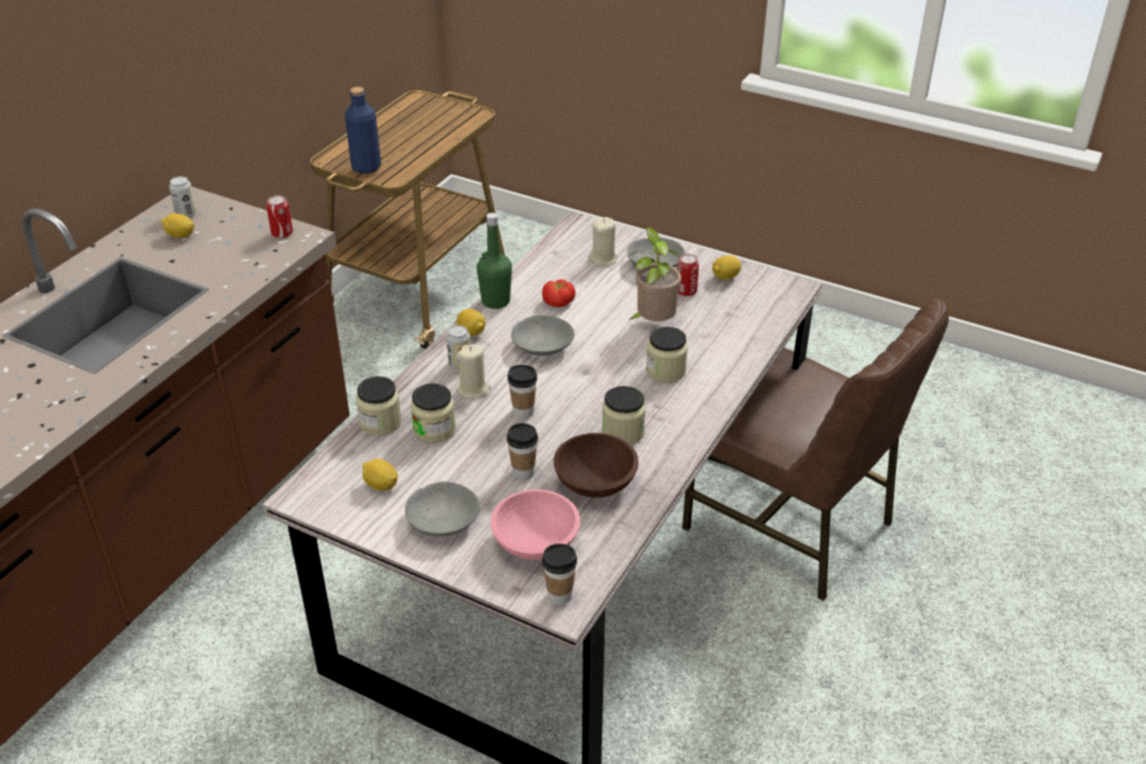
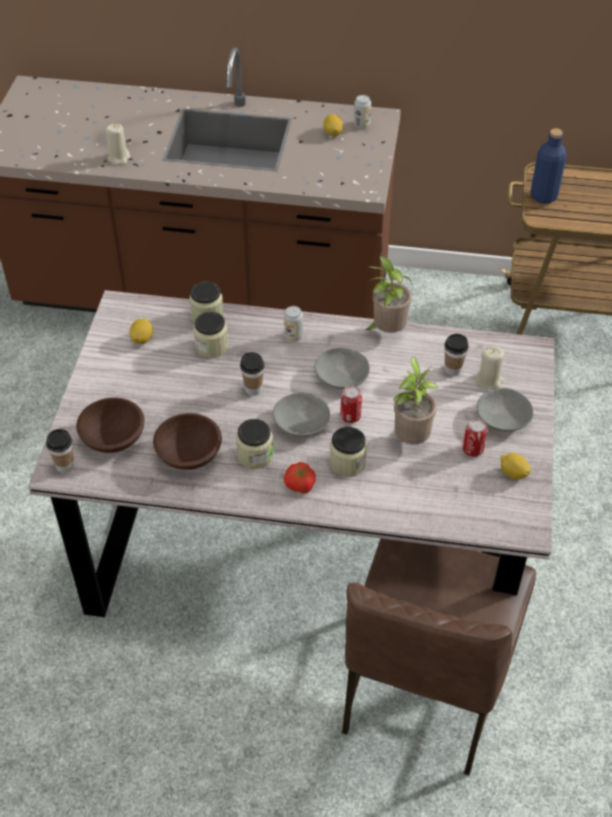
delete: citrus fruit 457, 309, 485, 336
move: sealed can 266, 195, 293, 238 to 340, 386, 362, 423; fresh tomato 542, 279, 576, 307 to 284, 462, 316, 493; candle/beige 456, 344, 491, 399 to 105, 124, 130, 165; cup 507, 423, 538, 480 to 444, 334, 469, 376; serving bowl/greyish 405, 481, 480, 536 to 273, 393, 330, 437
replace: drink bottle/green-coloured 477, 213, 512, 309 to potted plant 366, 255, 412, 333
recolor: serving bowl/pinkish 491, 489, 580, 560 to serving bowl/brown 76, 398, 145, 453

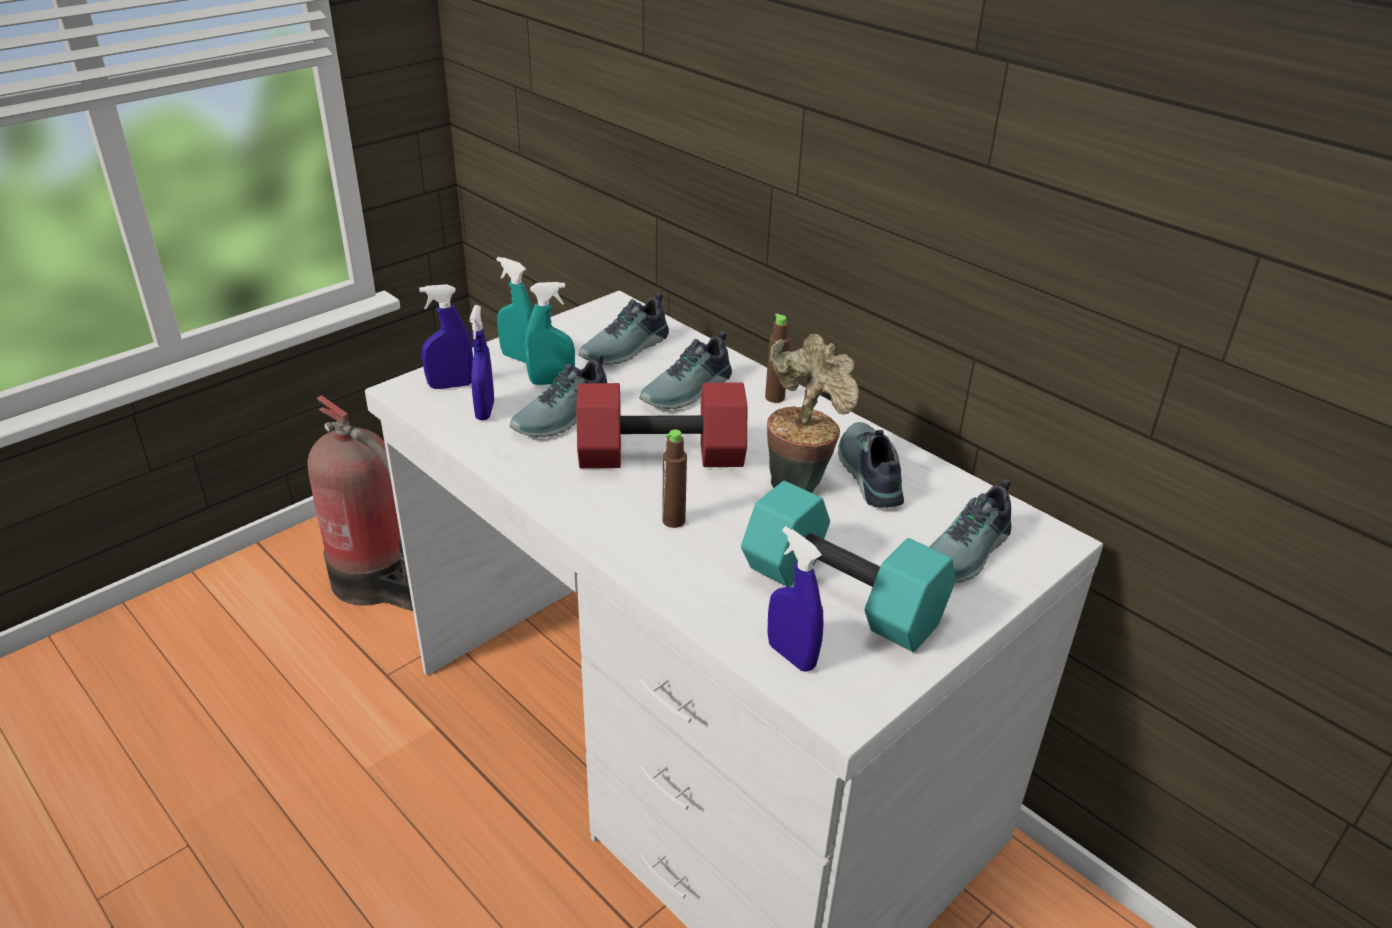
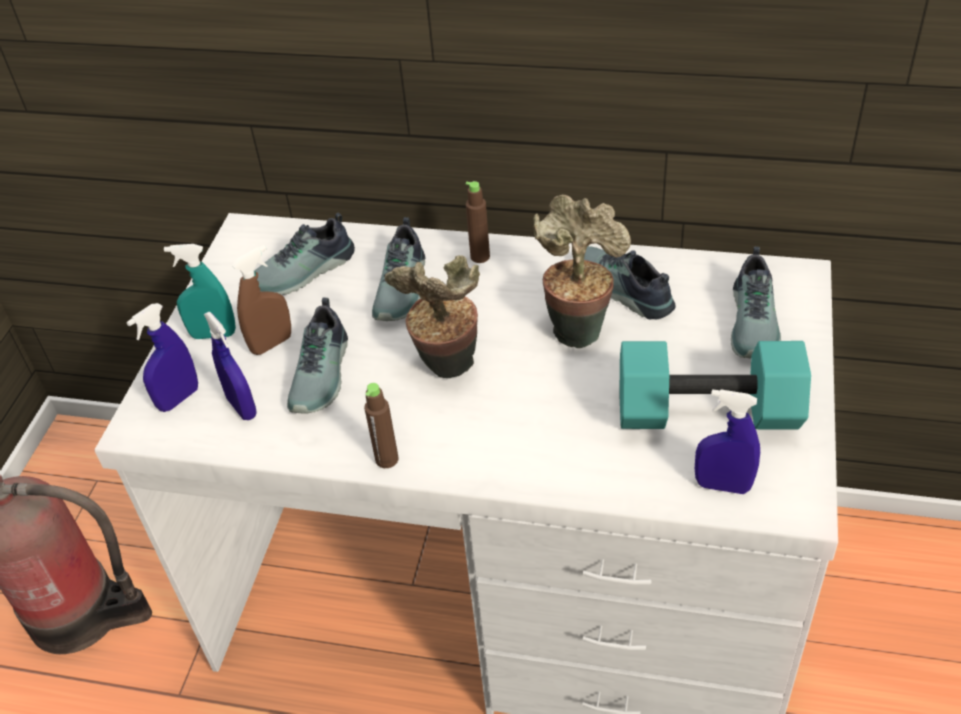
move: drink bottle/brown 662, 430, 687, 528 to 364, 383, 399, 468
replace: free weight/red-coloured 576, 383, 747, 468 to potted plant 385, 255, 480, 378
recolor: sprayer/blue-green 525, 282, 575, 385 to sprayer/brown 232, 245, 291, 355
rotate: item of footwear 579, 293, 669, 365 = 254, 213, 355, 295 45 degrees clockwise

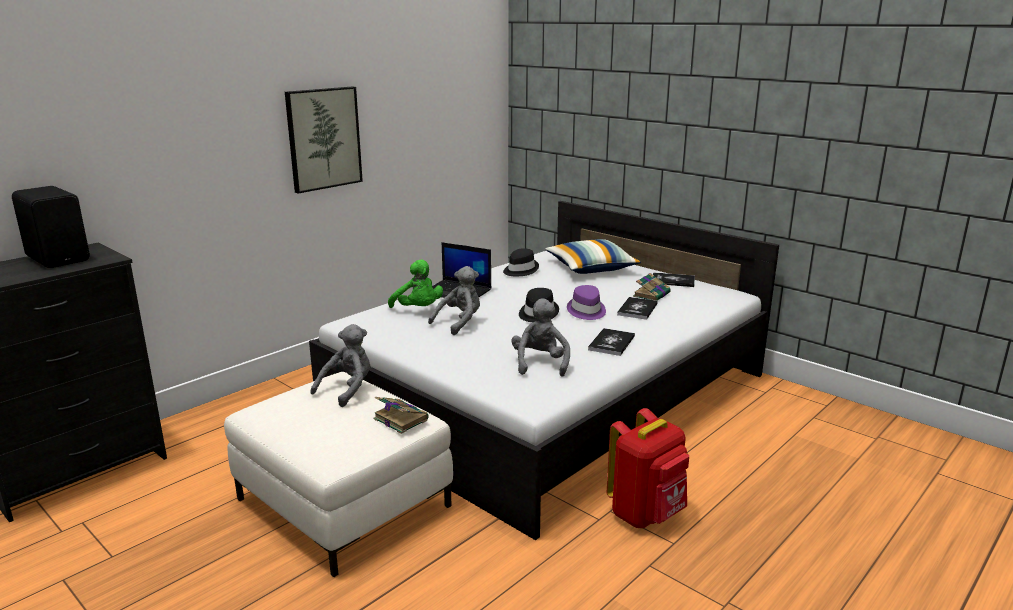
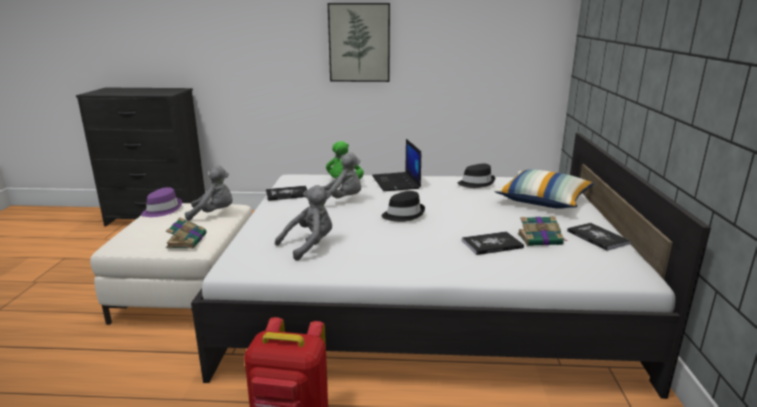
delete: loudspeaker/black 12, 186, 90, 268
move: hat/purple 567, 285, 606, 320 to 141, 187, 182, 217; book 588, 328, 635, 356 to 266, 186, 308, 201

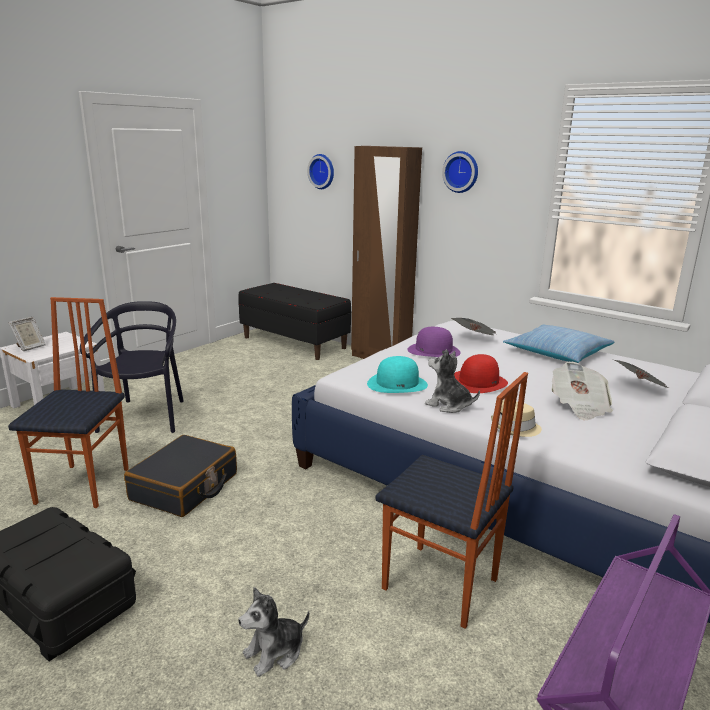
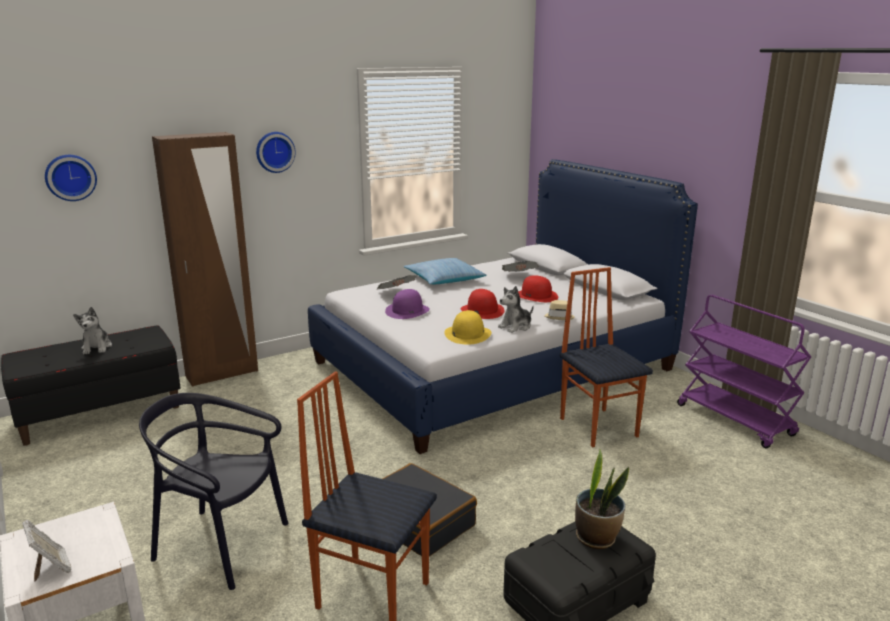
insert: potted plant 575, 450, 629, 549
move: cuddly toy 239, 587, 309, 677 to 73, 307, 112, 354
replace: printed paper 551, 362, 613, 420 to hat/red-coloured 518, 275, 558, 302
recolor: hat/blue-green 367, 356, 428, 393 to hat/yellowish 444, 310, 492, 344
rotate: upright chair 376, 372, 528, 629 = 560, 267, 653, 447 75 degrees counterclockwise

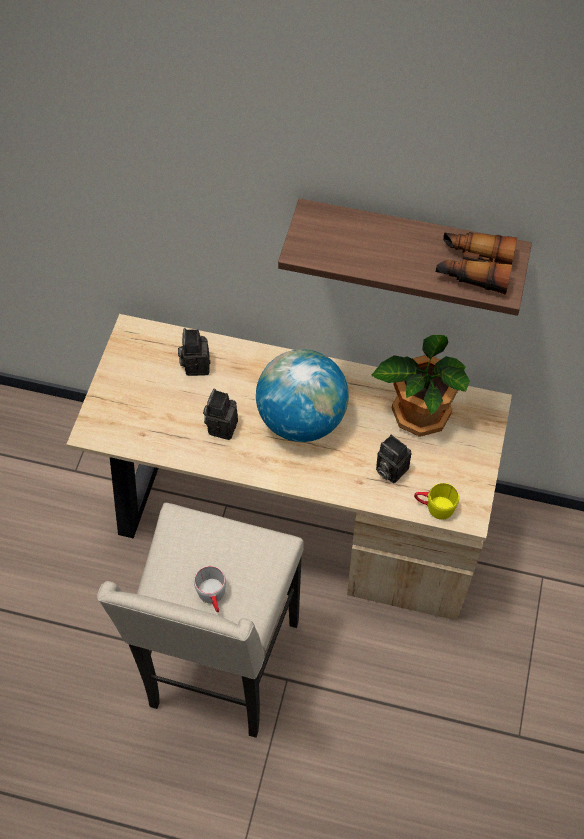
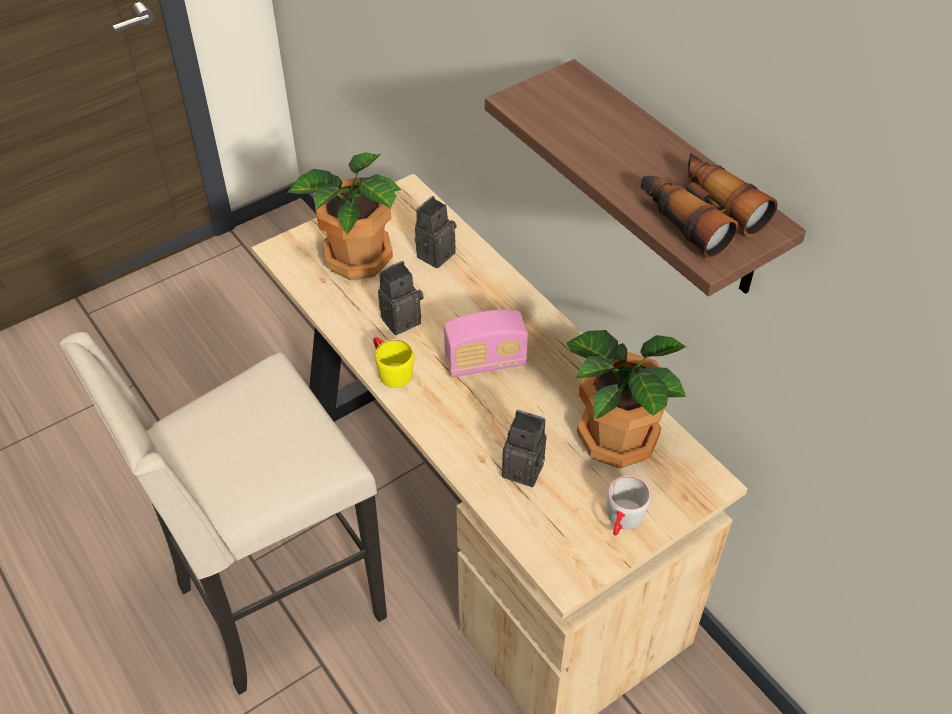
insert: potted plant 287, 152, 402, 280
move: coffee mug/yellowish 414, 483, 459, 520 to 373, 337, 414, 388; coffee mug/greyish 194, 566, 226, 612 to 607, 476, 651, 536
replace: desk globe 256, 349, 349, 442 to radio 444, 310, 528, 377
rotate: photo camera 376, 434, 411, 483 = 502, 410, 547, 487 120 degrees clockwise

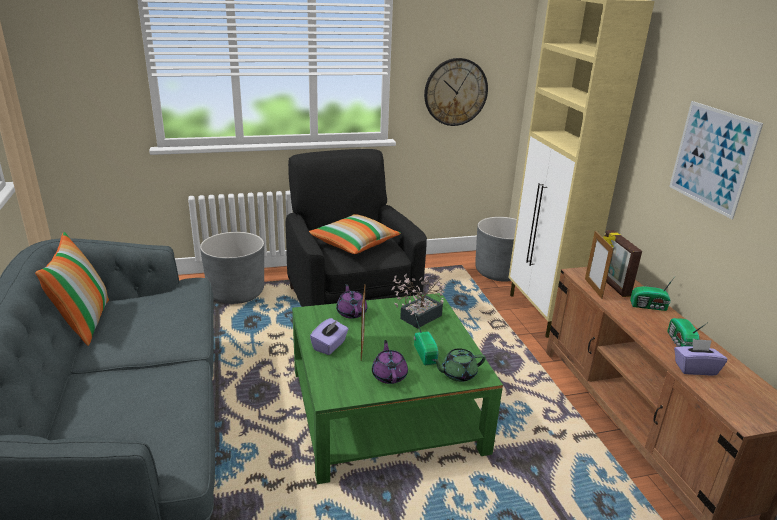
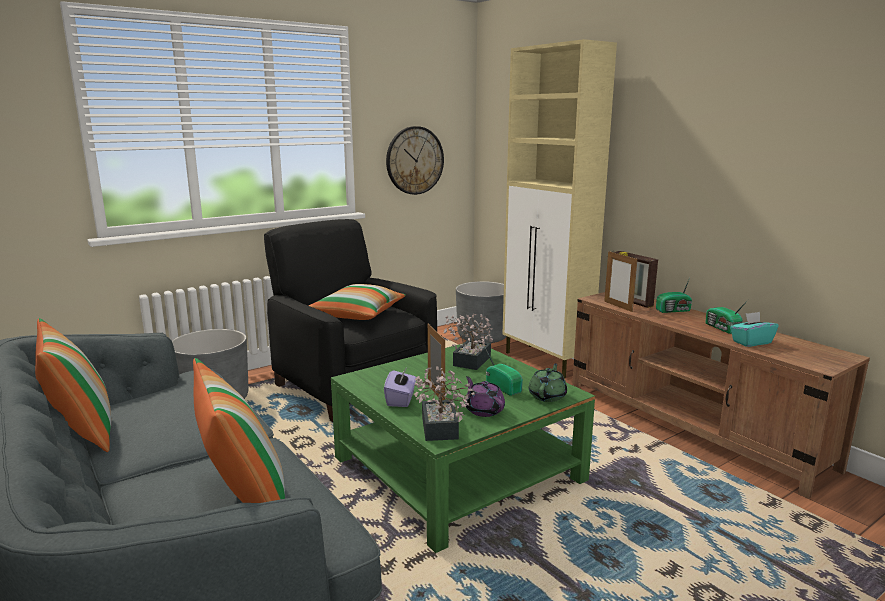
delete: picture 669, 101, 763, 220; tea pot/purple 336, 284, 367, 319
insert: pillow 193, 358, 285, 503; potted plant 413, 366, 475, 441
recolor: box of tissues/purple 674, 339, 728, 375 to box of tissues/blue-green 730, 312, 779, 347
rotate: tea pot/green-coloured 432, 348, 486, 382 = 529, 363, 567, 402 150 degrees clockwise

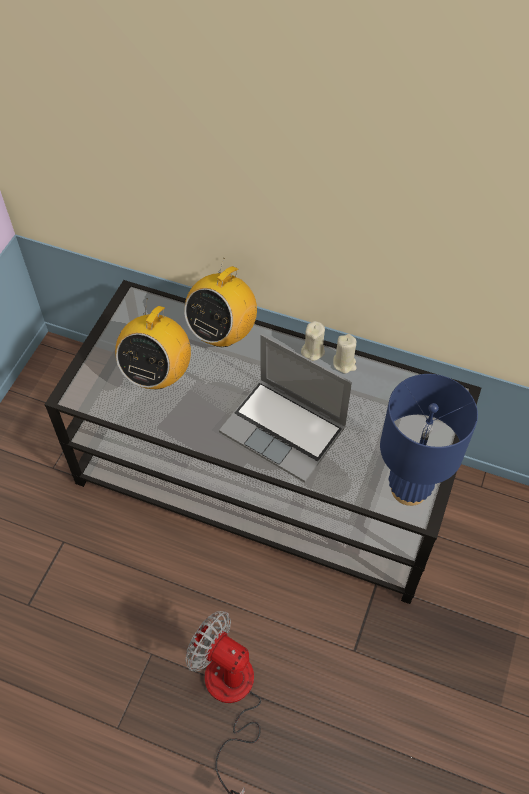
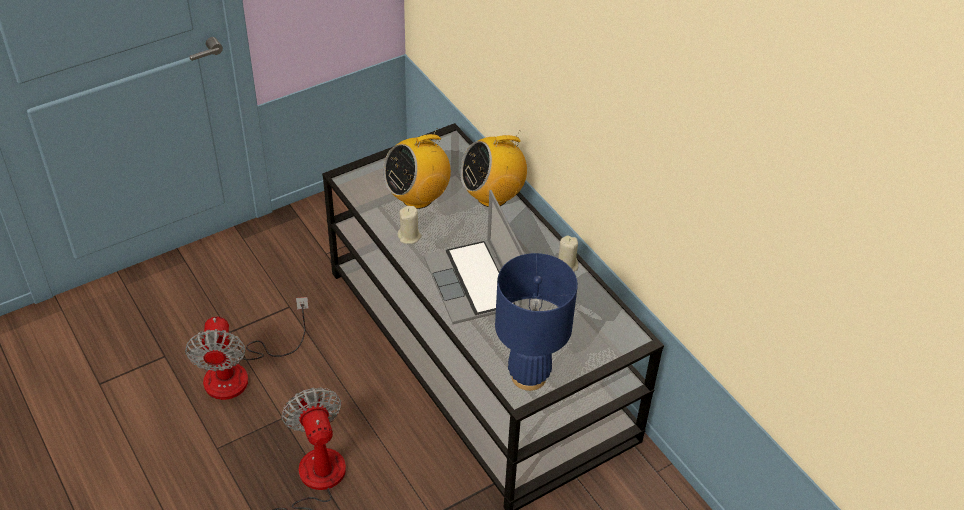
insert: cooling fan 185, 297, 309, 400
move: candle/beige 301, 321, 325, 361 to 398, 206, 422, 244

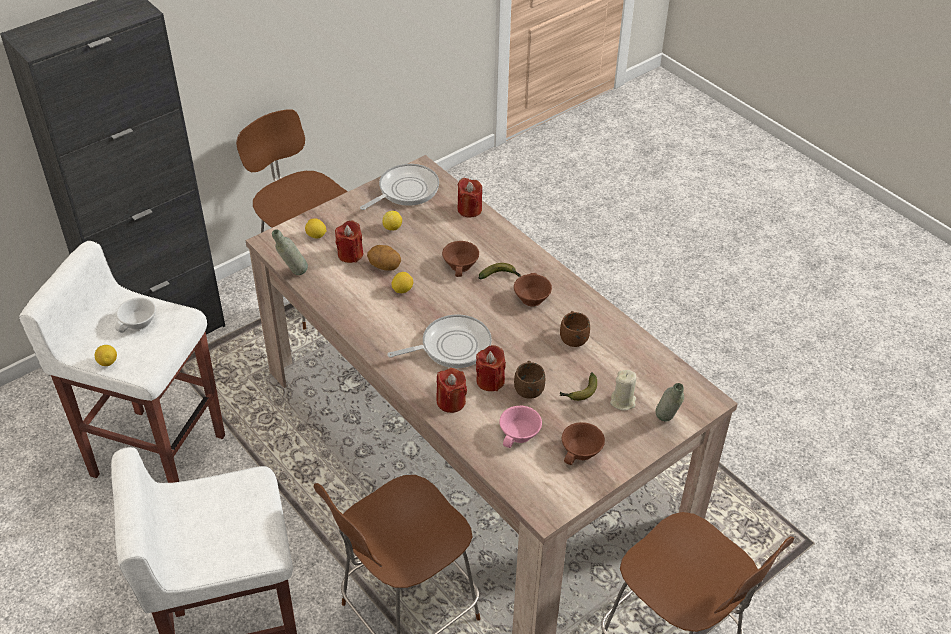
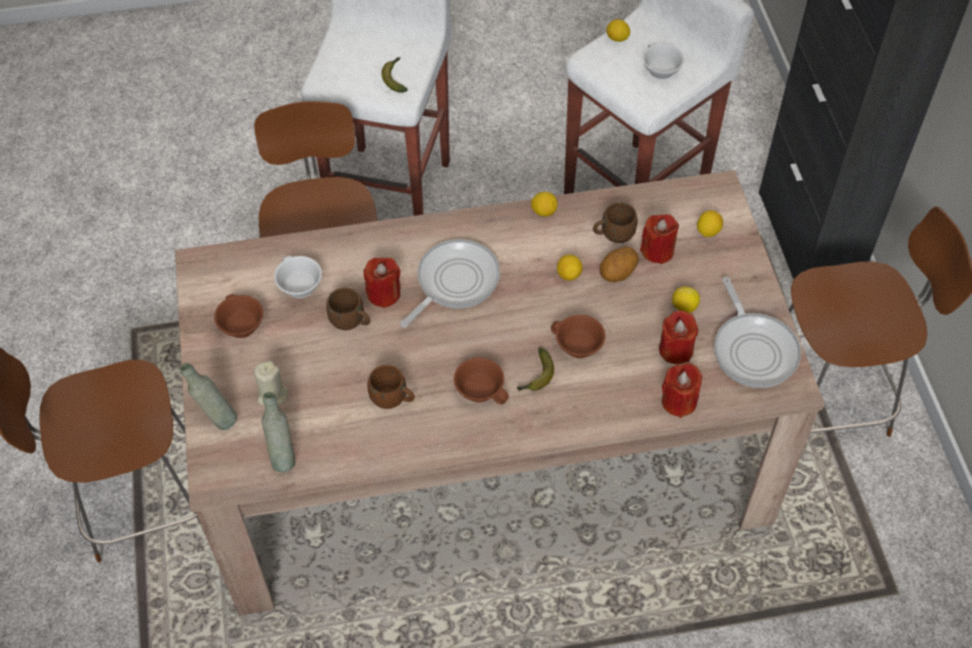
insert: citrus fruit 531, 192, 557, 217; coffee mug/brown 593, 202, 637, 243
move: drink bottle/greyish 272, 229, 308, 275 to 262, 392, 295, 472; candle/red-coloured 436, 368, 467, 413 to 659, 310, 698, 364; banana fruit 560, 372, 597, 401 to 381, 57, 408, 93
recolor: cup/pinkish 499, 406, 542, 448 to cup/white 274, 256, 322, 298
rotate: skillet 387, 314, 492, 368 = 400, 239, 500, 327 150 degrees counterclockwise

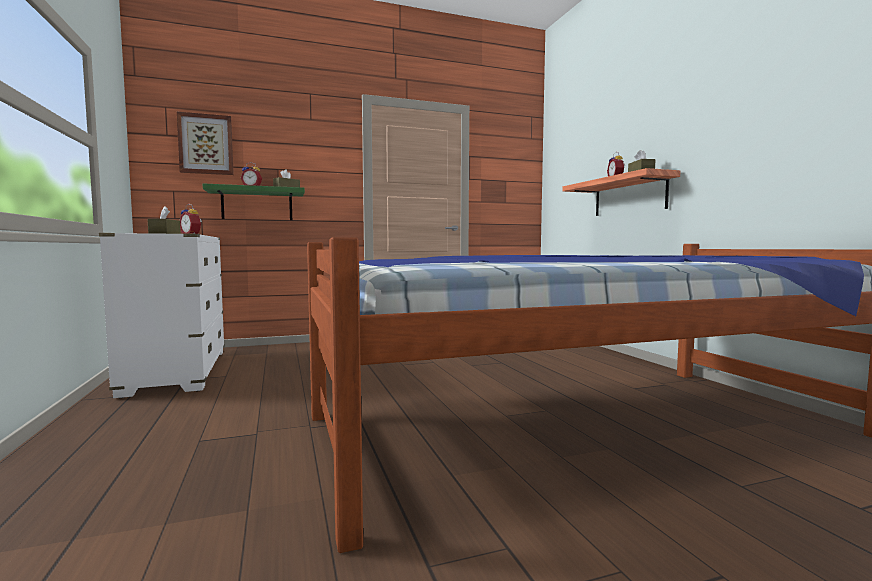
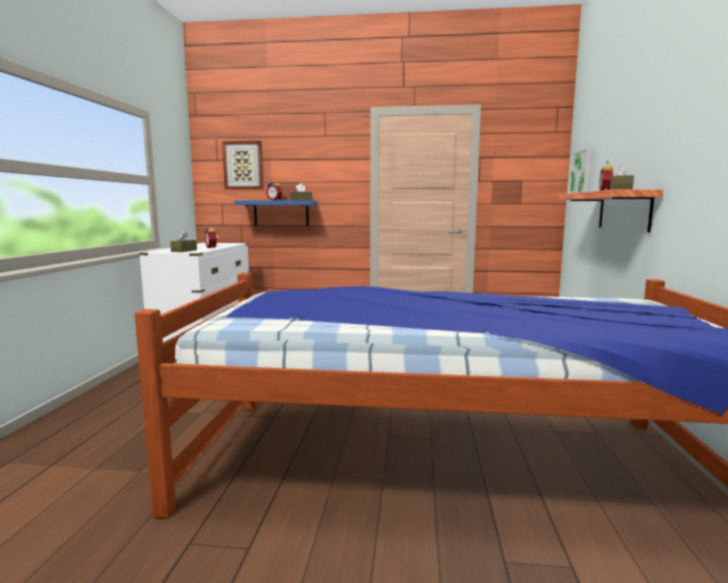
insert: picture 569, 148, 593, 193
recolor: bracket shelf/green-coloured 203, 184, 305, 220 to bracket shelf/bluish 234, 200, 317, 226

